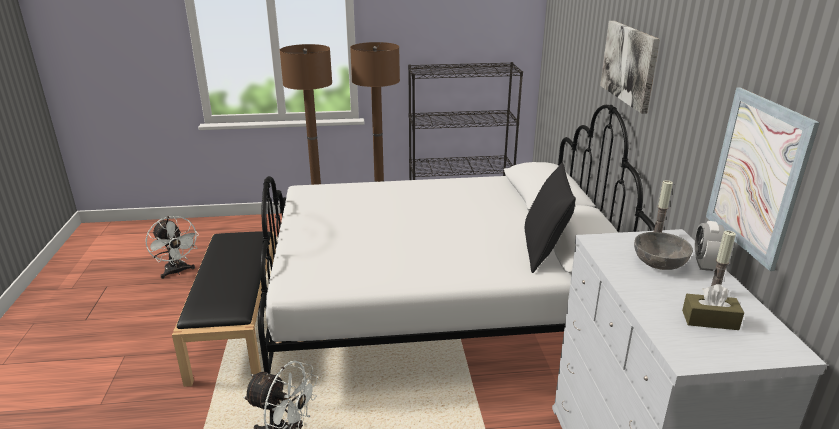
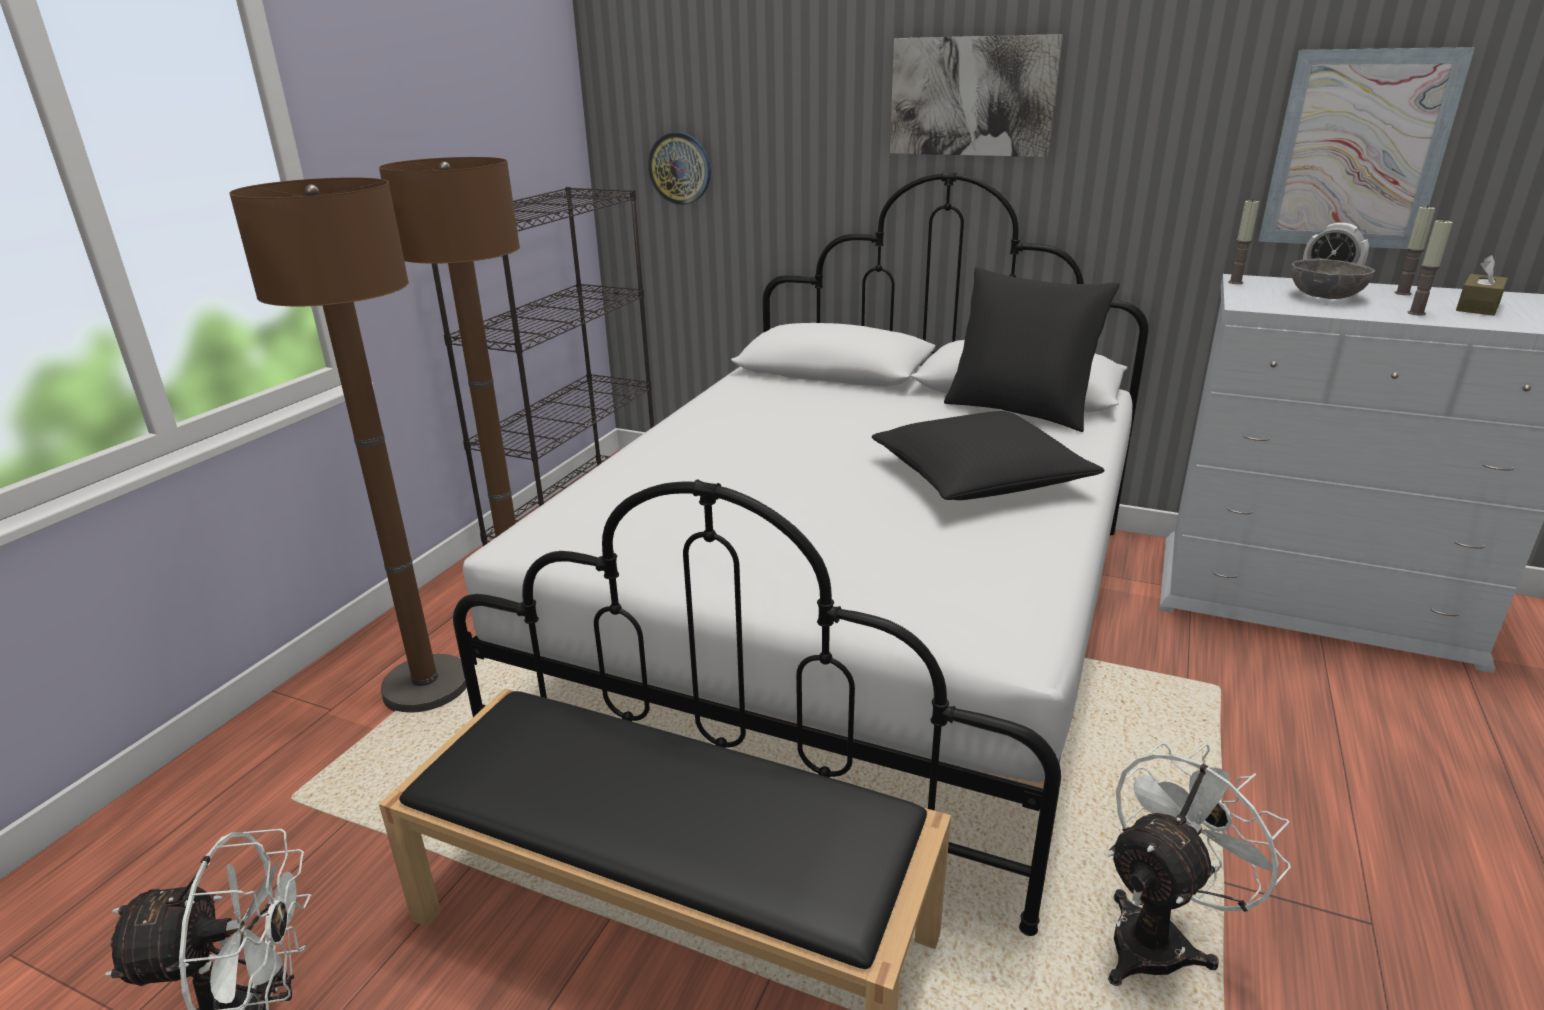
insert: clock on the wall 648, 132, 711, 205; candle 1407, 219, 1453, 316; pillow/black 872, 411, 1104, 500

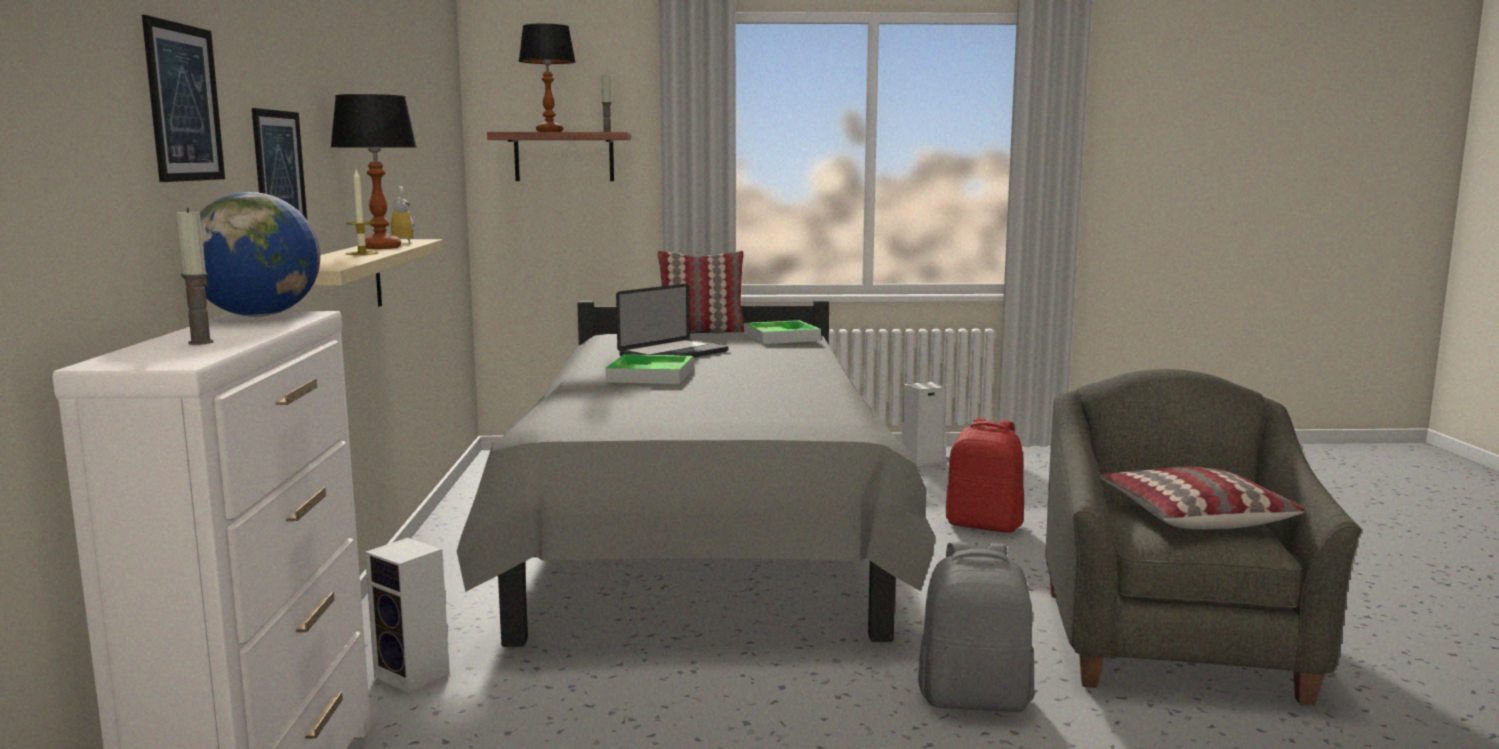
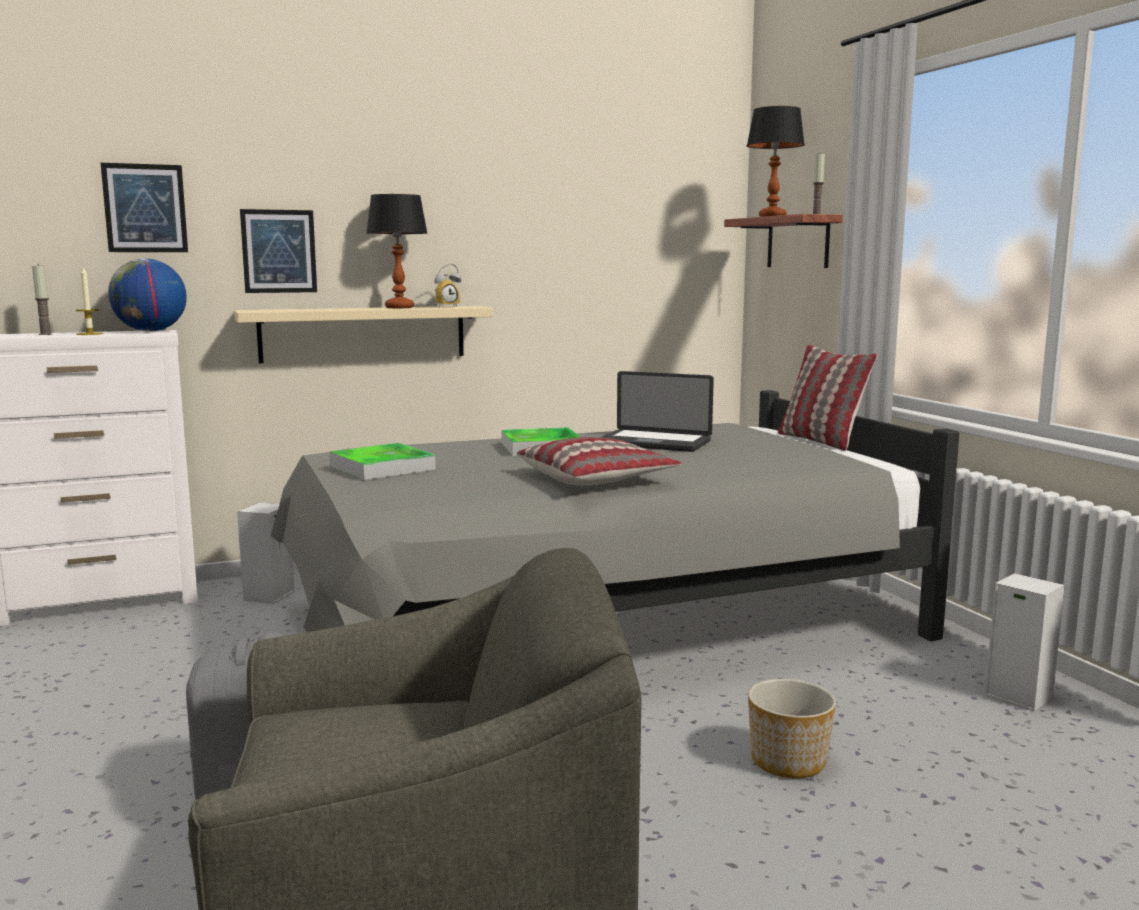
move: candle 346, 170, 379, 255 to 76, 267, 104, 335; serving tray 744, 320, 821, 344 to 329, 443, 436, 480; pillow 1100, 467, 1305, 530 to 517, 437, 682, 486
replace: knapsack/red-coloured 946, 418, 1024, 533 to flower pot 748, 679, 836, 778

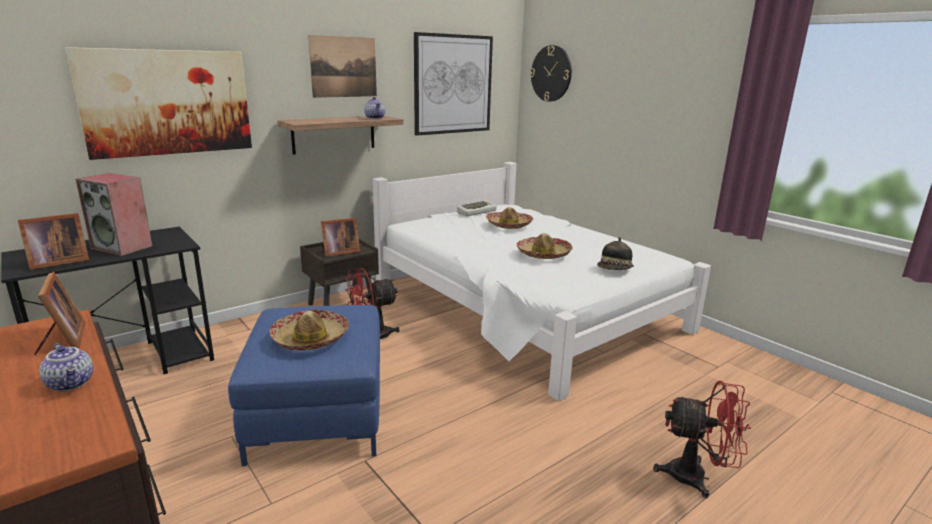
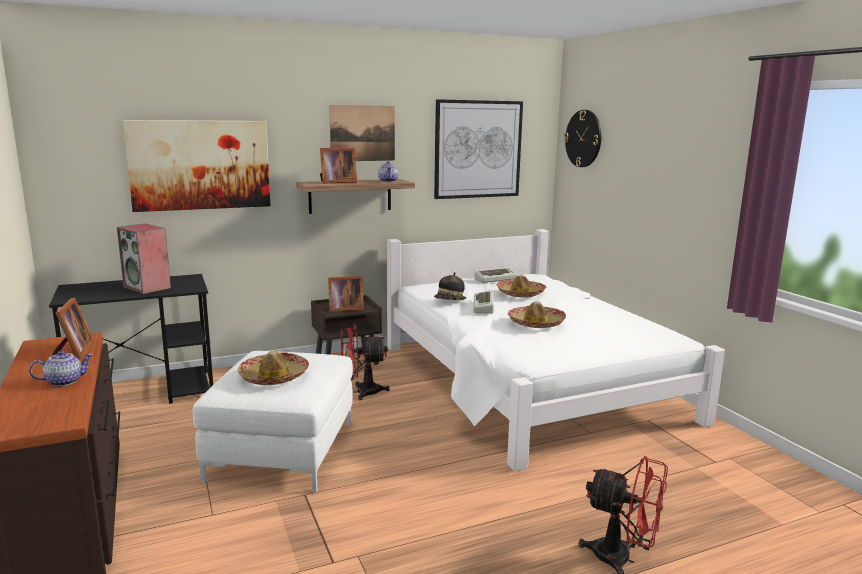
insert: keyboard 473, 291, 494, 314
move: photo frame 18, 213, 89, 270 to 320, 148, 357, 184; hat 597, 237, 634, 270 to 434, 272, 466, 300
recolor: footrest/bluish 228, 305, 380, 466 to footrest/white 193, 351, 353, 493
rotate: tea pot 39, 343, 93, 392 = 29, 350, 93, 386 90 degrees counterclockwise

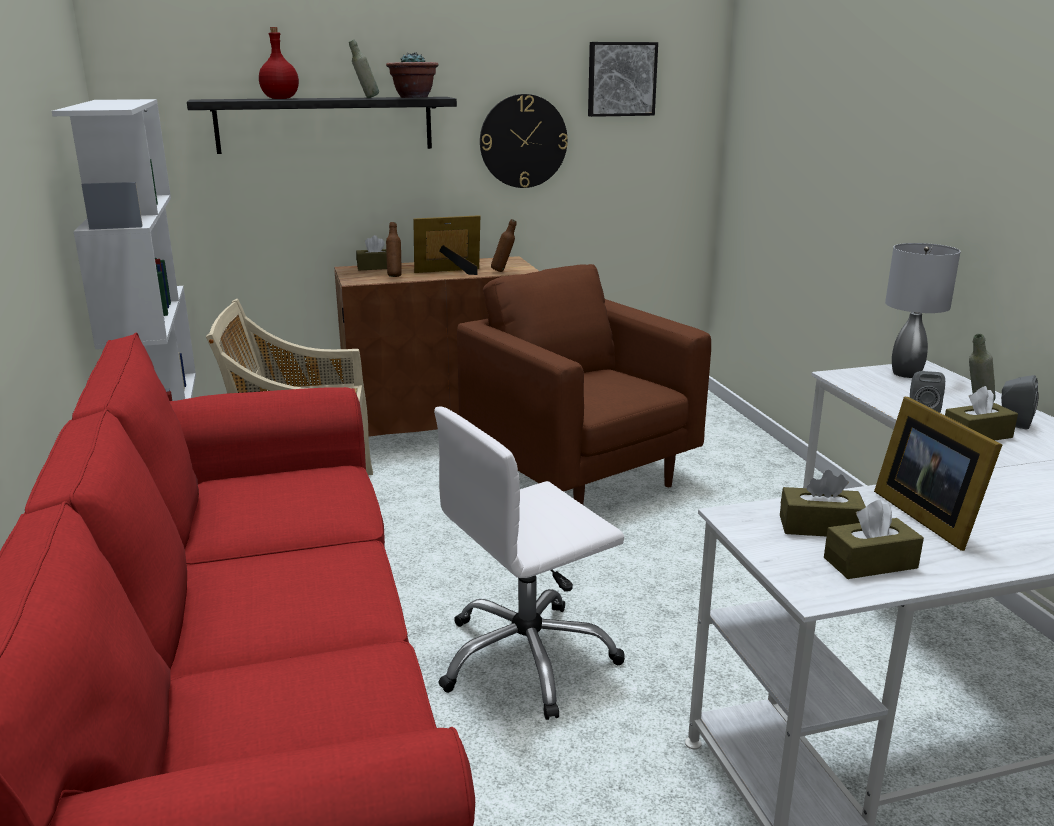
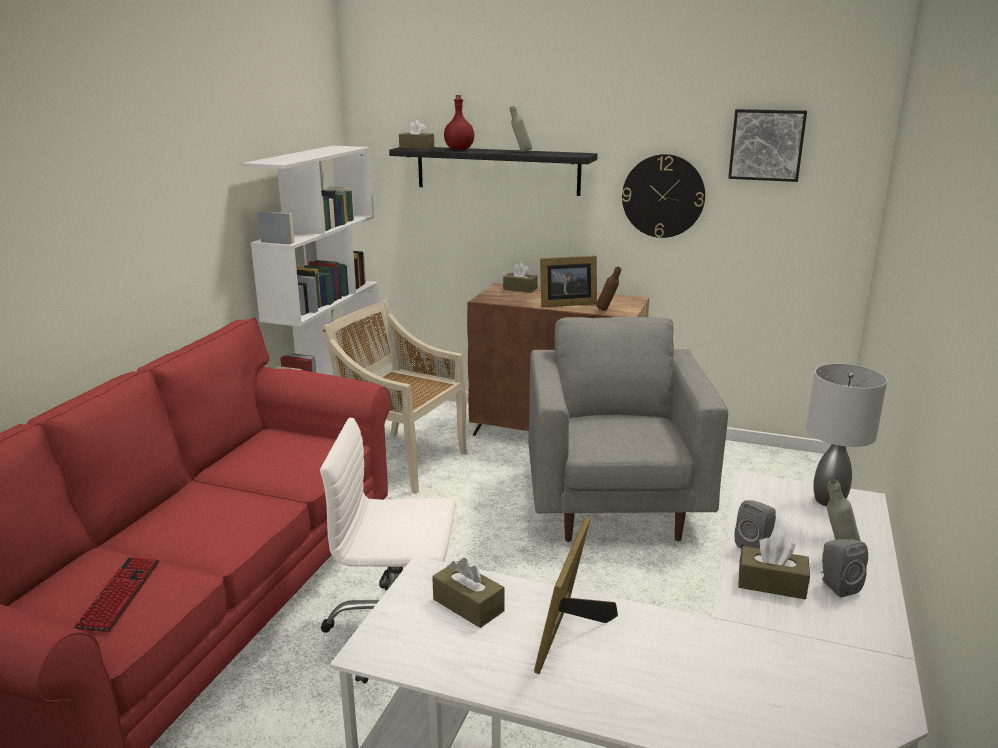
delete: potted plant 386, 52, 439, 98; drink bottle/brown 386, 222, 402, 277
insert: keyboard 74, 556, 159, 632
move: box of tissues/brown 824, 500, 924, 579 to 399, 120, 434, 149
recolor: armchair/brown 457, 264, 711, 505 to armchair/greyish 528, 317, 728, 542
rotate: photo frame 413, 215, 480, 275 = 540, 256, 597, 307 150 degrees clockwise

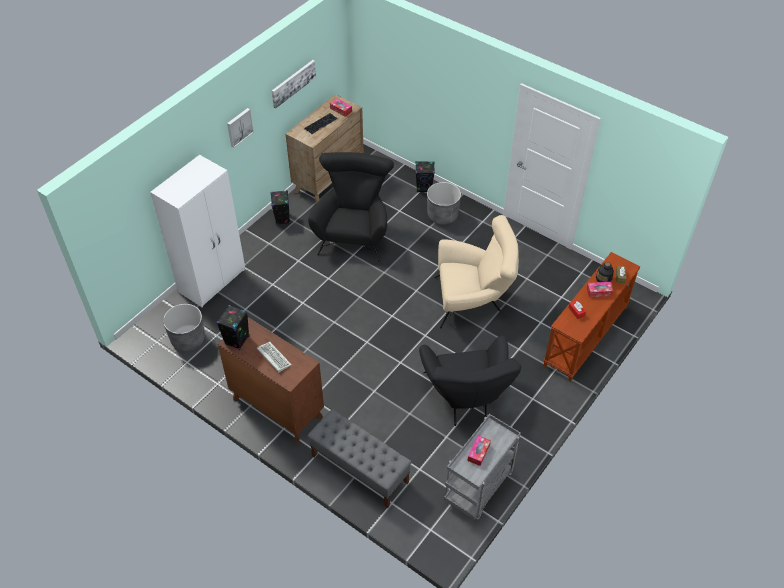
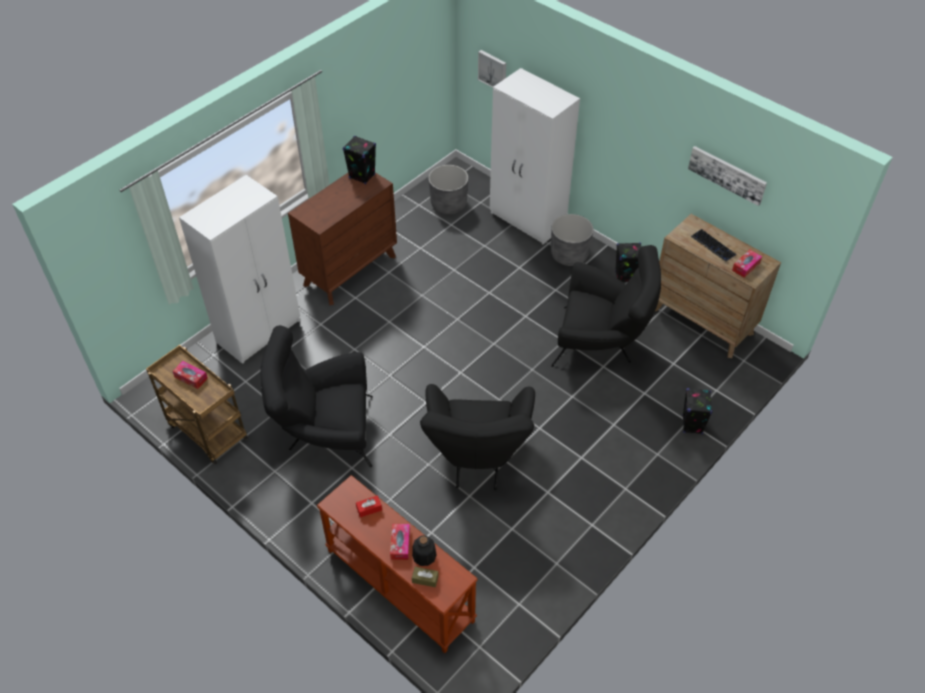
delete: keyboard 257, 342, 292, 372
move: picture 227, 108, 254, 148 to 478, 50, 506, 88; flower pot/greyish 427, 182, 461, 225 to 551, 214, 593, 266
replace: indoor bench/greyish 307, 409, 412, 508 to armoire/white 179, 175, 300, 364
recolor: armchair/beige 434, 215, 519, 329 to armchair/black 420, 384, 535, 490; trolley/greyish 444, 414, 521, 520 to trolley/brown 146, 345, 248, 464

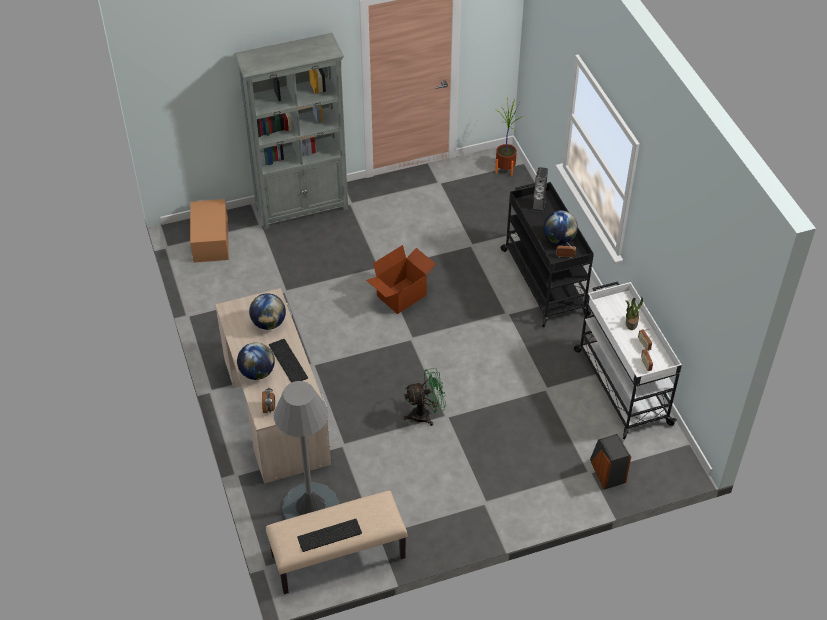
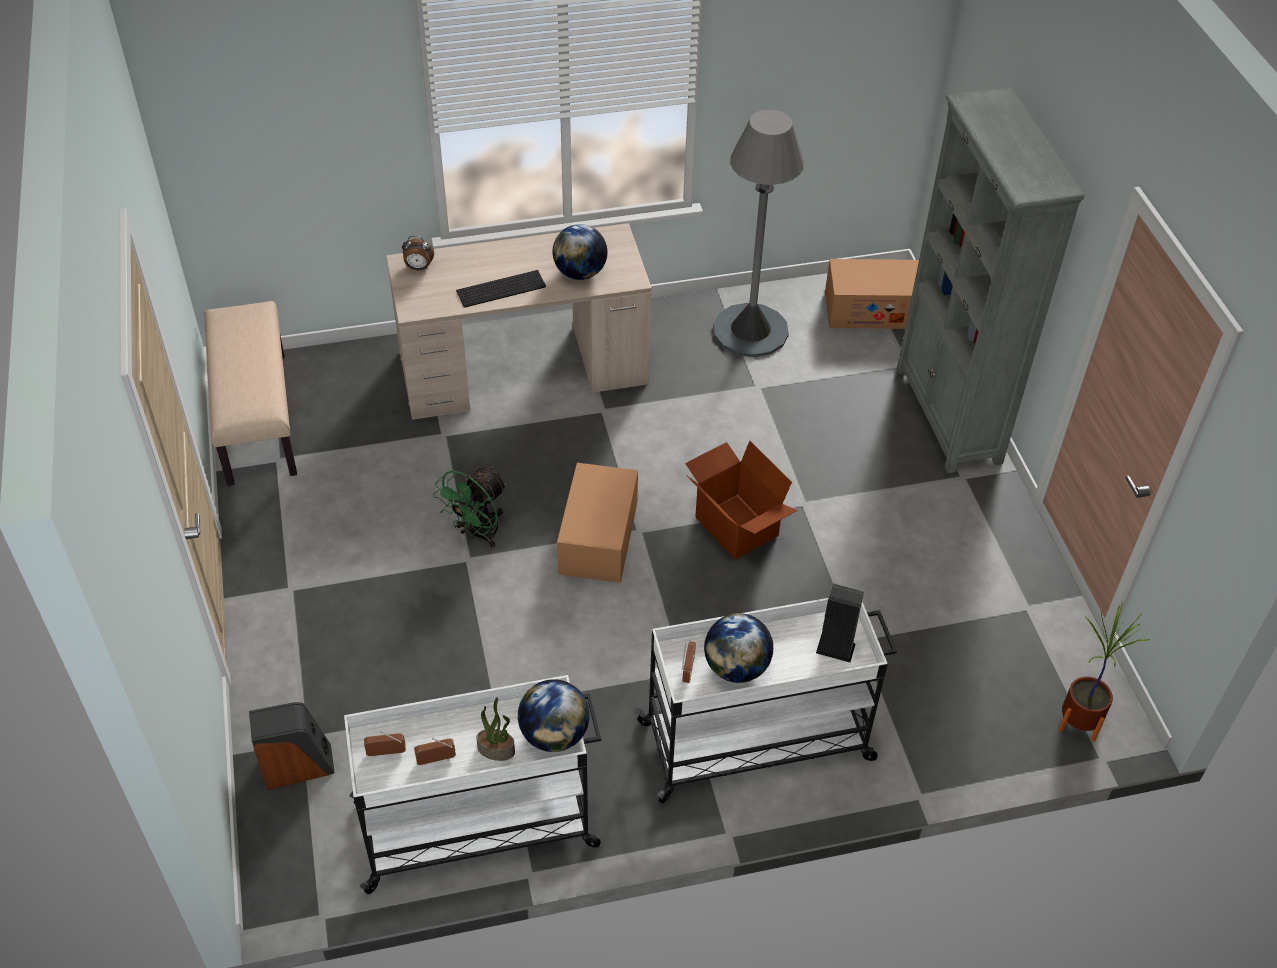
delete: keyboard 297, 519, 362, 552
insert: carton 557, 463, 638, 583
move: desk globe 237, 342, 275, 380 to 518, 679, 589, 752; standing lamp/greyish 274, 381, 339, 519 to 713, 110, 804, 357
recolor: trolley/black 500, 182, 594, 327 to trolley/white 635, 598, 897, 803
rotate: cooling fan/green-coloured 403, 368, 446, 426 = 433, 466, 507, 548 45 degrees clockwise

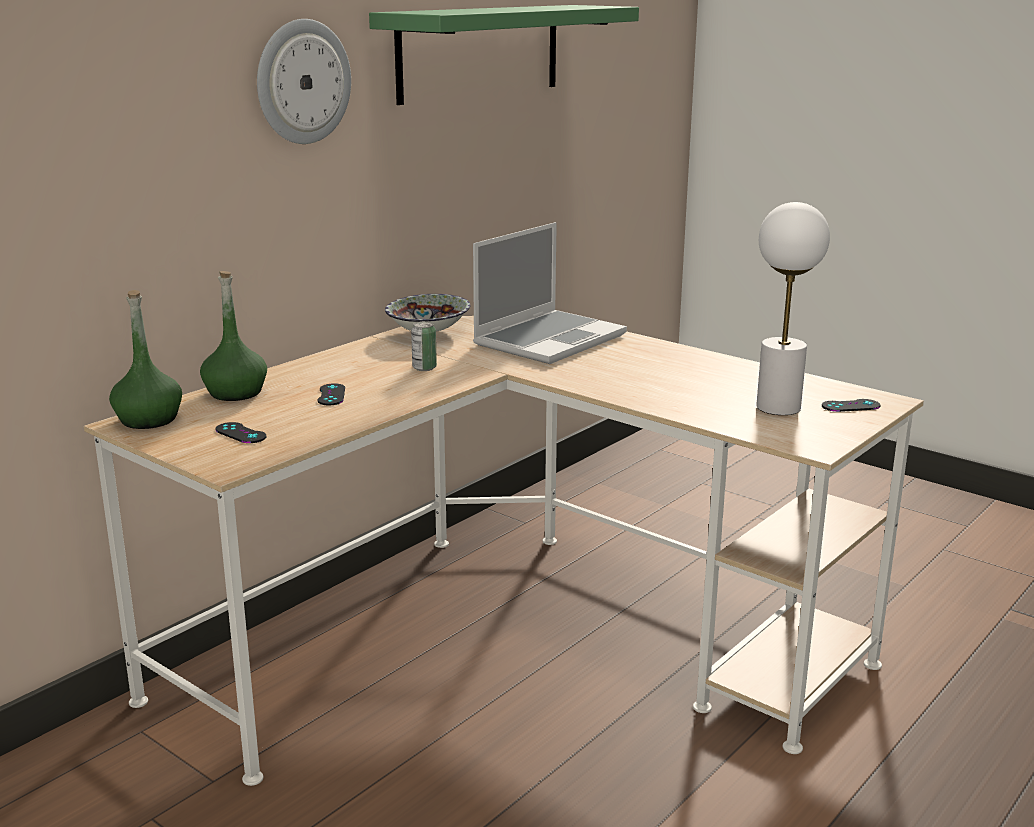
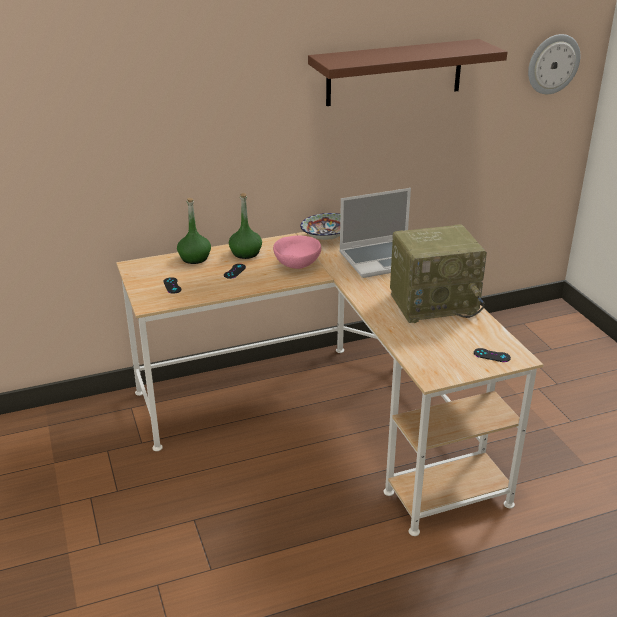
delete: lamp for a table/white 756, 202, 830, 415
insert: radio 390, 224, 487, 323
move: clock on the wall 257, 19, 351, 144 to 528, 34, 580, 94; drink bottle/green-coloured 109, 290, 182, 429 to 229, 193, 262, 259
replace: sealed can 411, 321, 437, 371 to serving bowl/pinkish 273, 236, 321, 269
recolor: bracket shelf/green-coloured 369, 5, 639, 105 to bracket shelf/brown 308, 39, 507, 106

